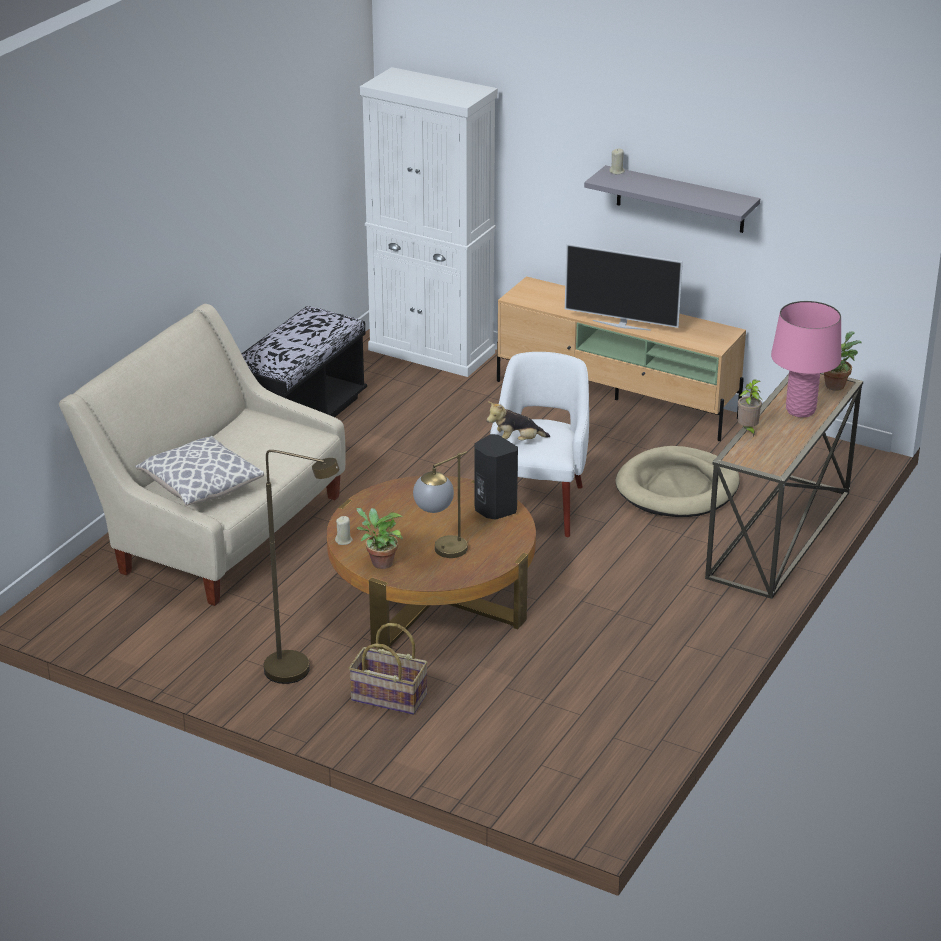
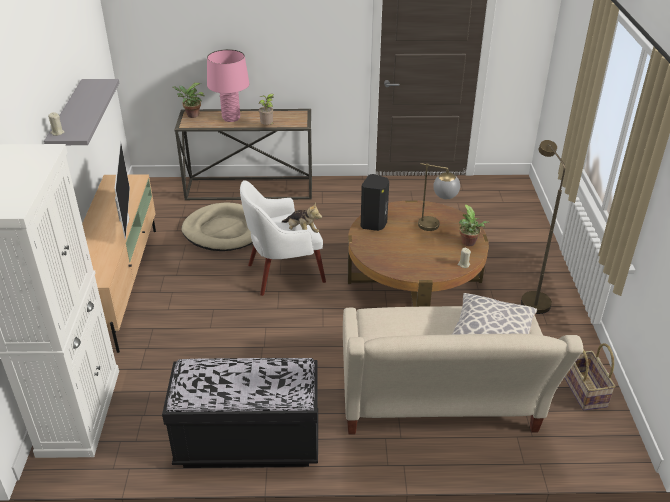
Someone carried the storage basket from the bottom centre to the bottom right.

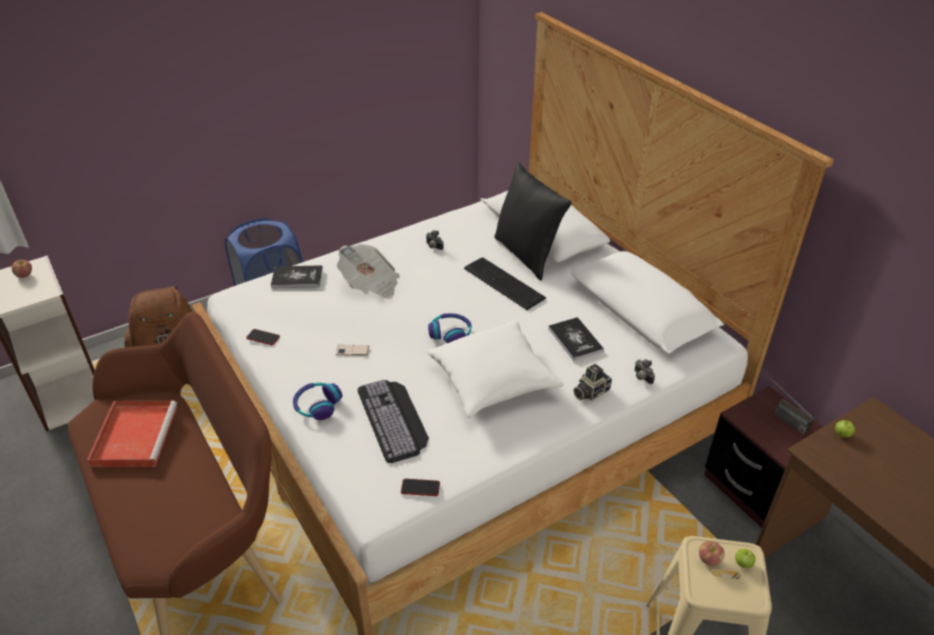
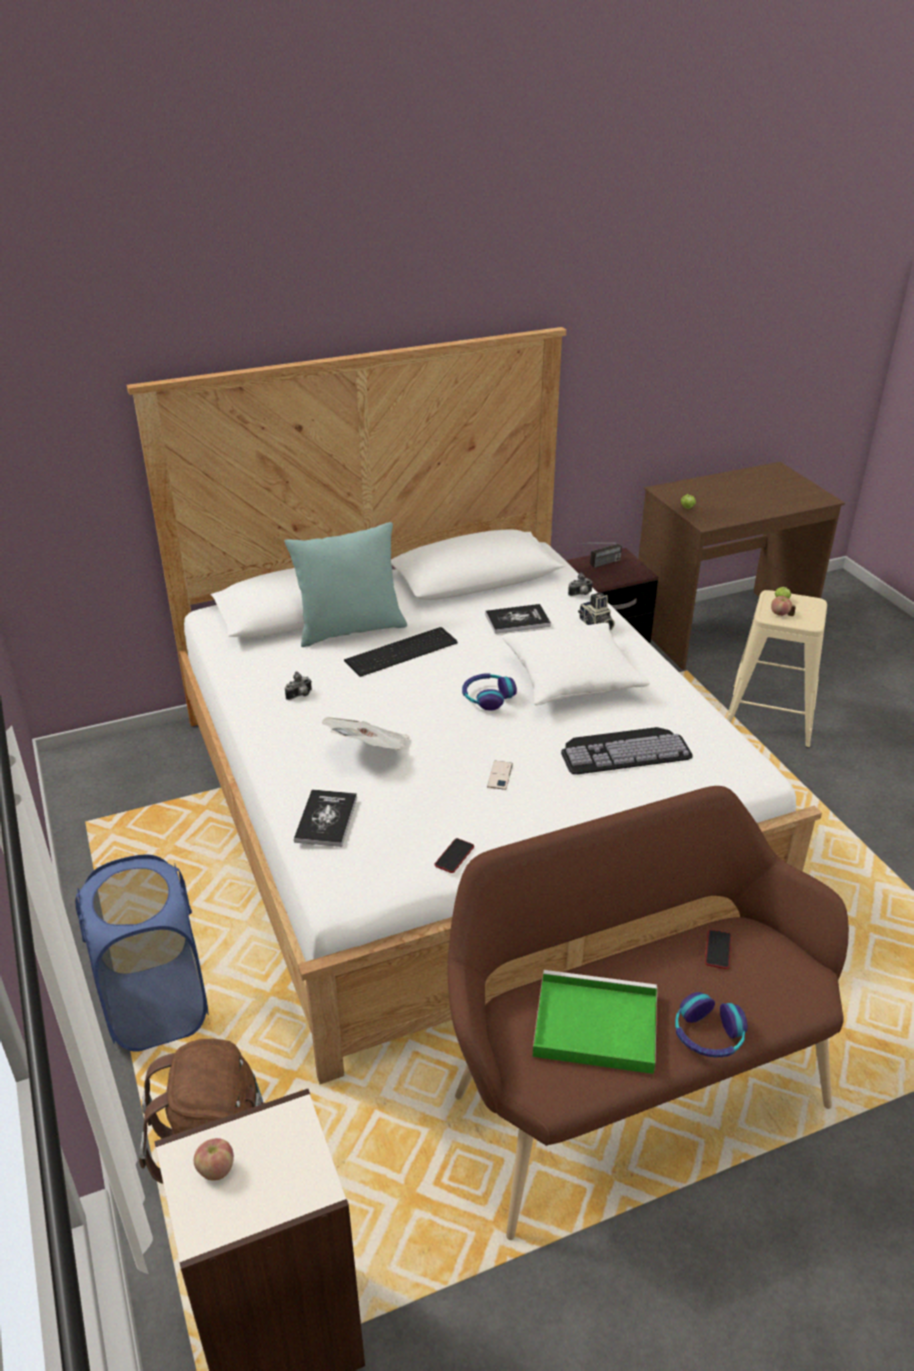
Someone repainted the tray (red) at the bottom left, which became the tray (green-coloured) at the bottom centre.
Someone carried the pair of headphones (no. 1 from left in the first image) from the centre to the bottom right.
Someone carried the phone (no. 3 from left) from the bottom centre to the bottom right.
Someone repainted the pillow (black-coloured) at the centre, which became the pillow (blue-green) at the centre.

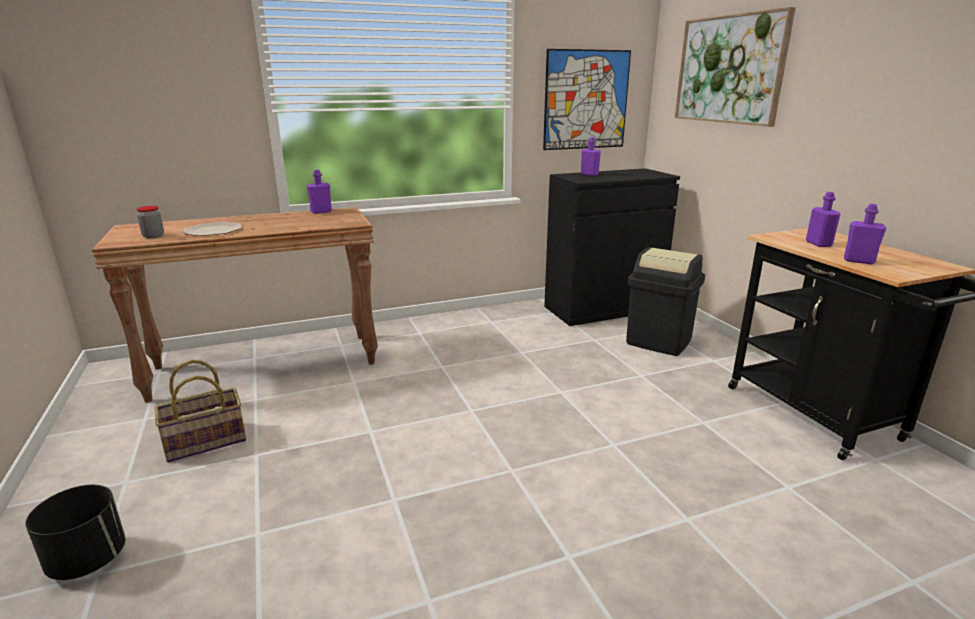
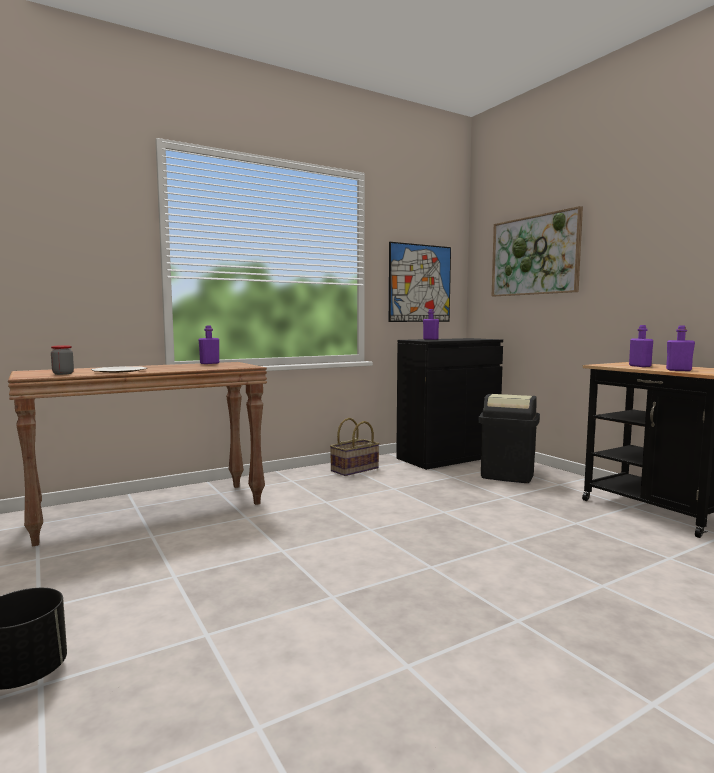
Someone carried the storage basket from the middle left to the centre.

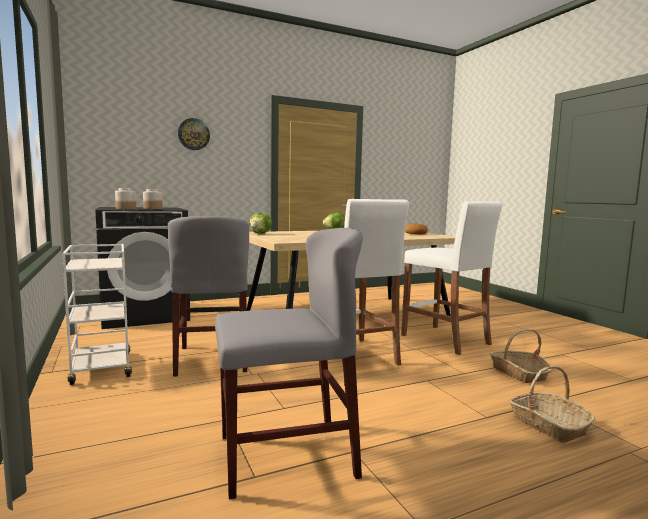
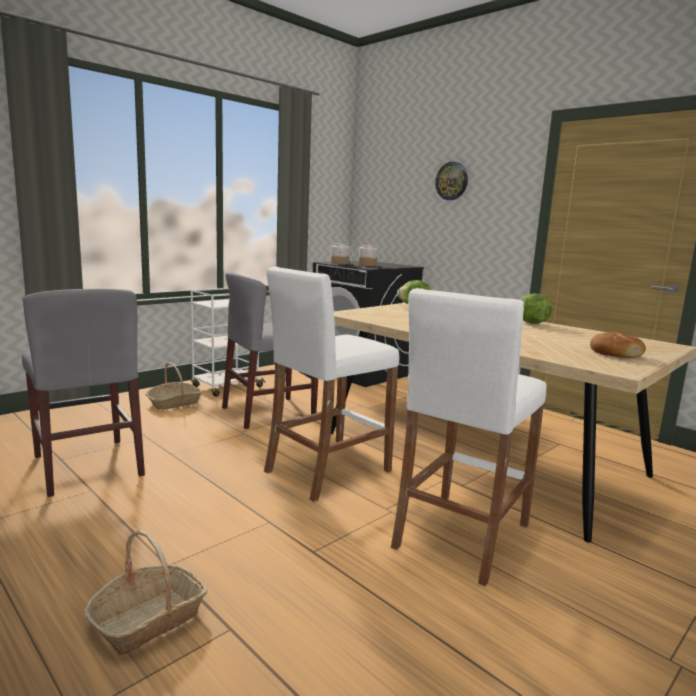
Someone carried the storage basket (no. 1 from left in the first image) from the bottom right to the middle left.

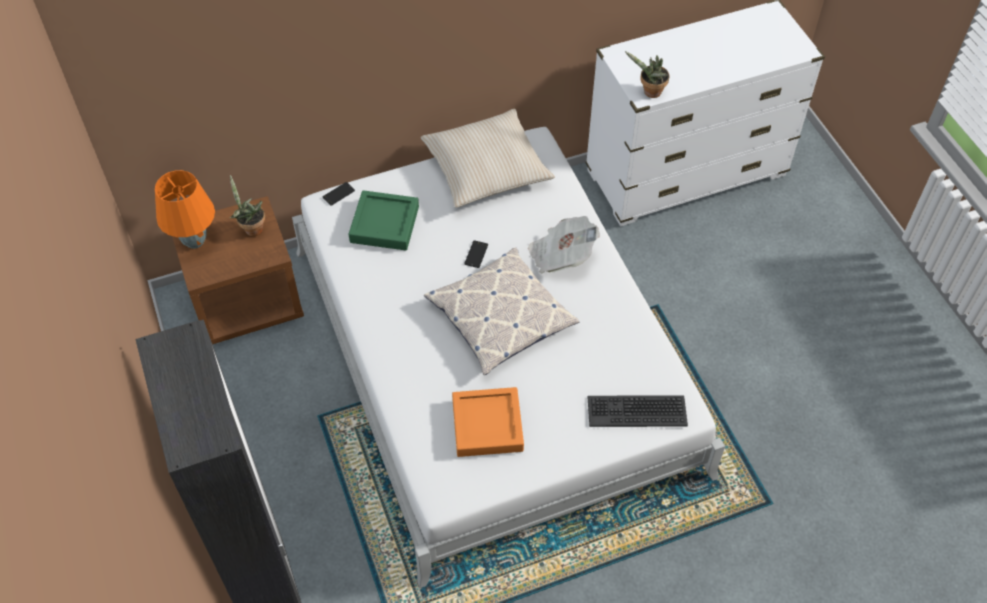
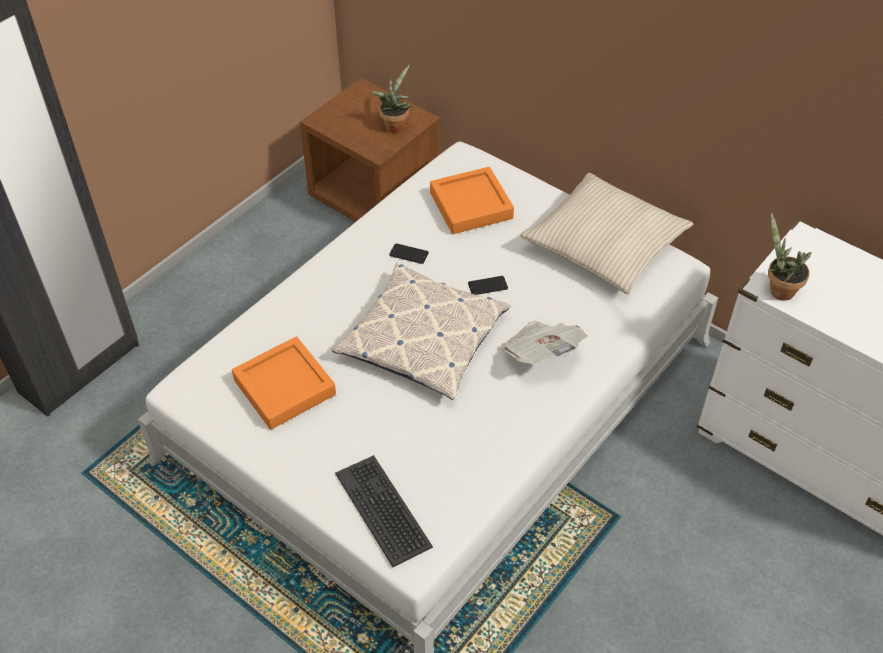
Someone took away the table lamp (orange) at the middle left.
Someone carried the phone (no. 1 from left) from the top centre to the centre.
Someone repainted the tray (green-coloured) at the centre, which became the tray (orange) (no. 2 from left) at the top centre.

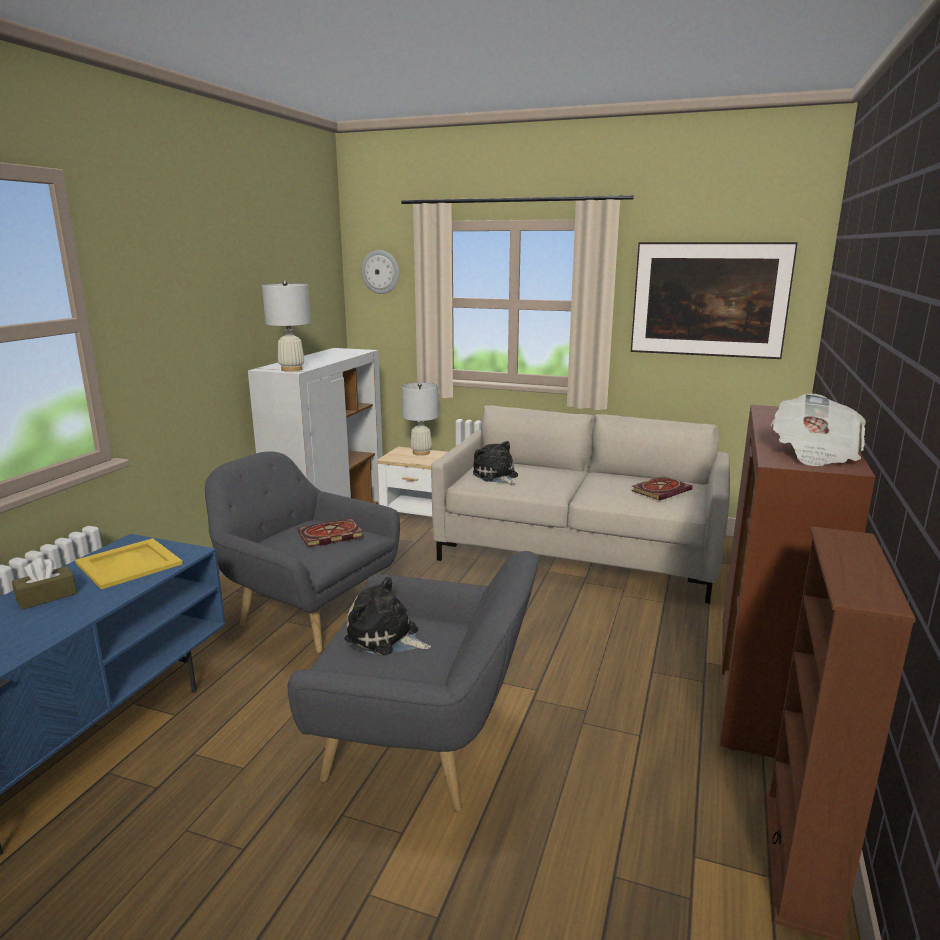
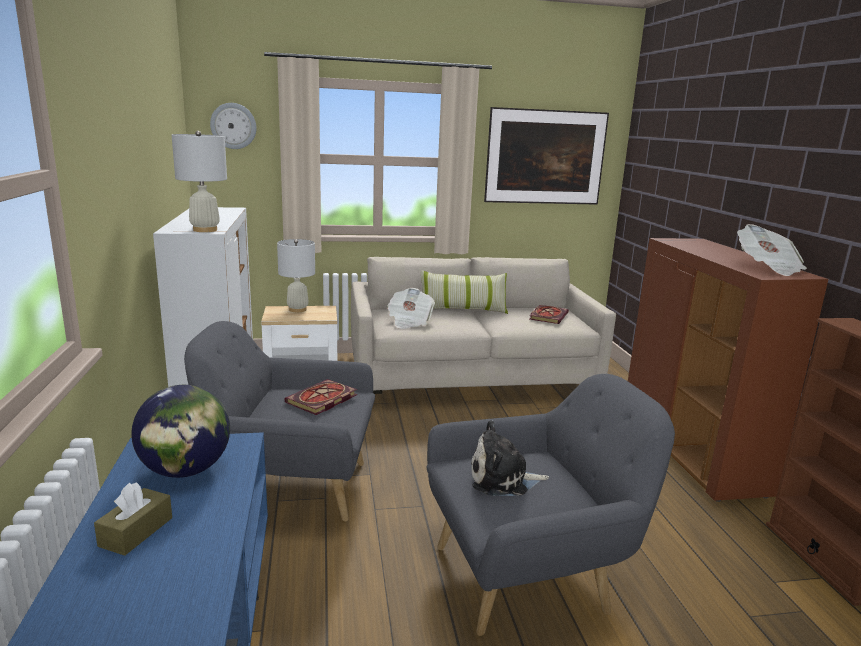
Someone swapped the tray (yellow) at the middle left for the desk globe at the bottom left.
Someone swapped the soft toy (no. 2 from left) at the centre for the newspaper (no. 1 from left) at the centre.
Someone put down the pillow at the centre.

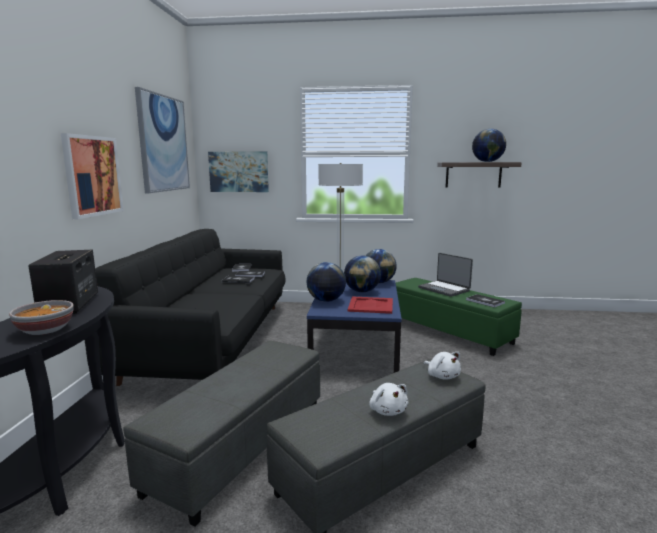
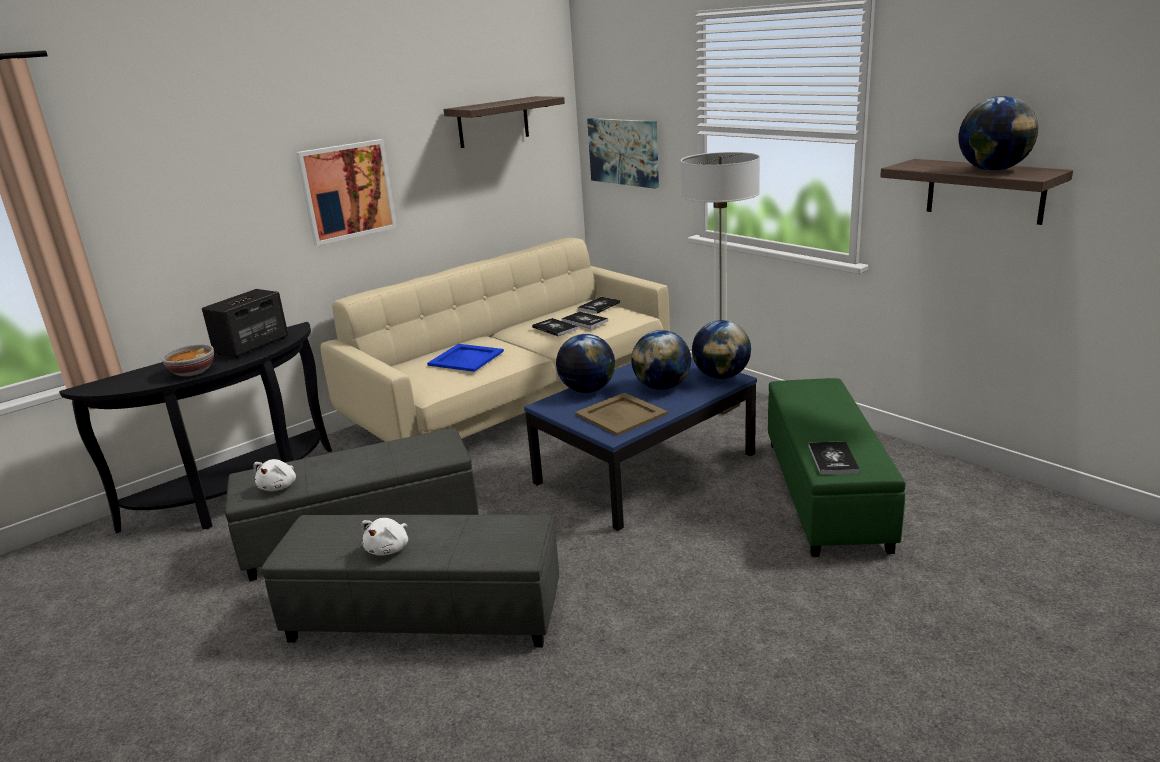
Someone repainted the settee (black-coloured) at the middle left, which became the settee (beige) at the centre.
Someone swapped the picture (no. 2 from left) at the top left for the shelf (no. 1 from left) at the top centre.
Someone repainted the tray (red) at the centre, which became the tray (beige) at the centre.
Someone took away the notebook computer at the middle right.
Someone carried the soft toy (white-coloured) (no. 2 from left in the first image) from the bottom right to the middle left.
Someone put down the tray (bluish) at the centre.

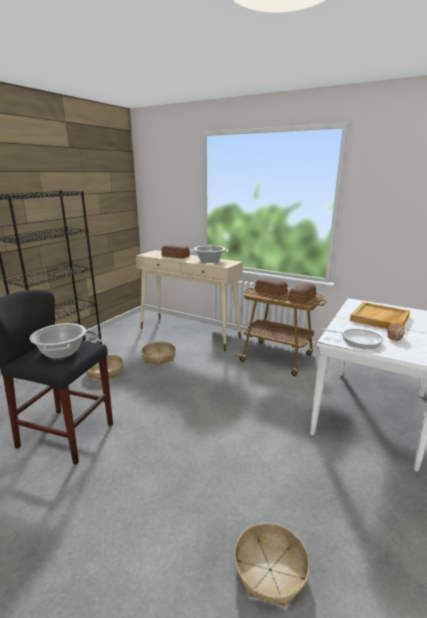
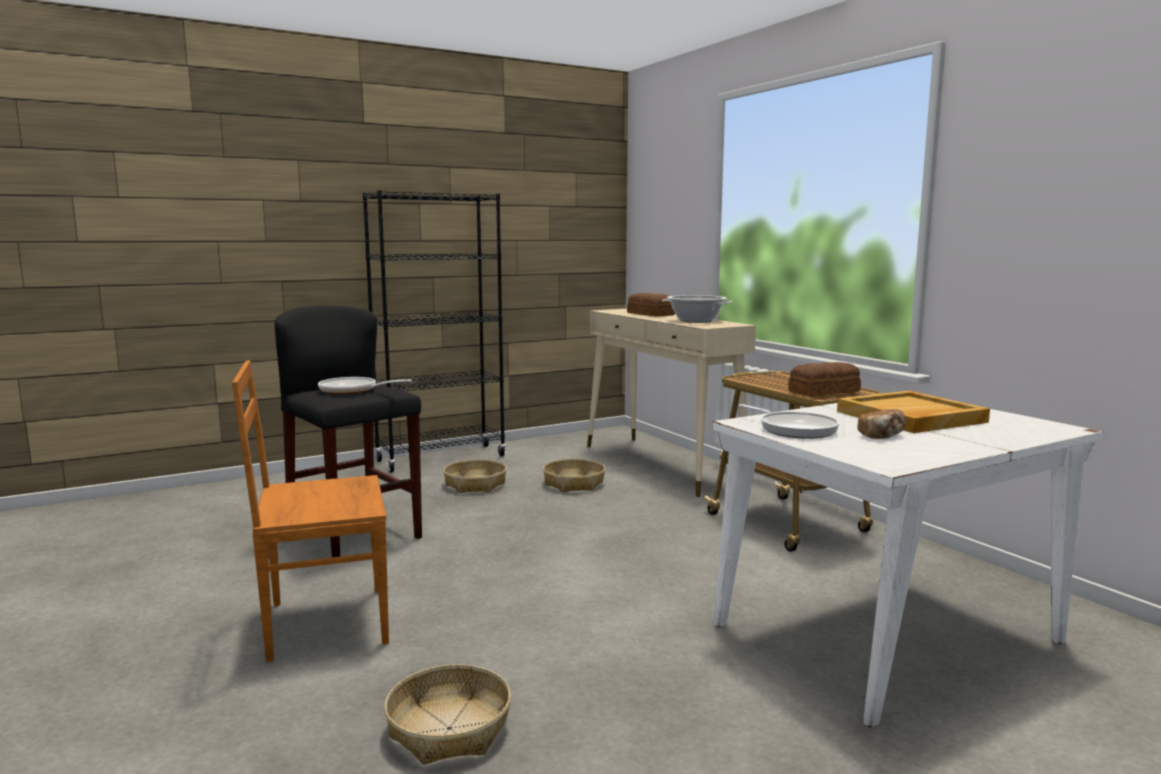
Someone swapped the stockpot (no. 1 from left) at the middle left for the pan (no. 1 from left) at the middle left.
Someone took away the baked bread (no. 2 from left) at the centre.
Someone put down the plain chair (brownish) at the middle left.

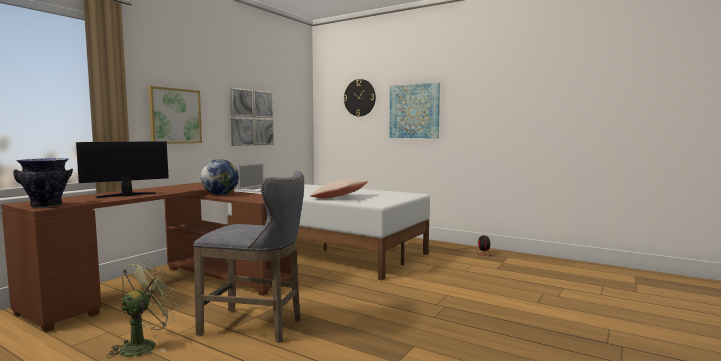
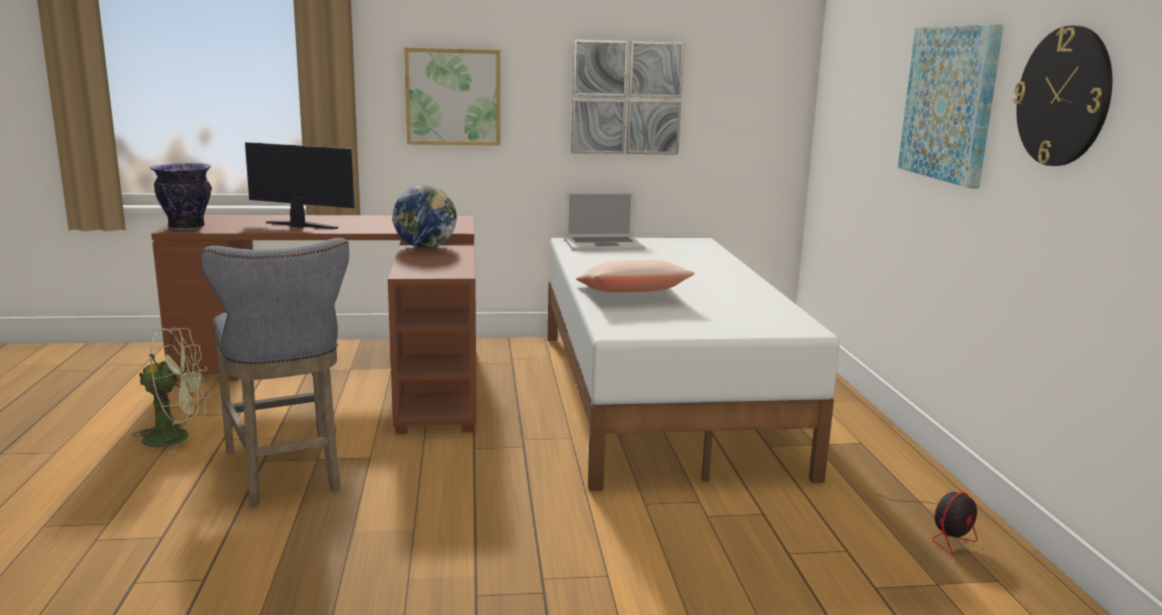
Someone carried the wall clock from the top centre to the top right.

